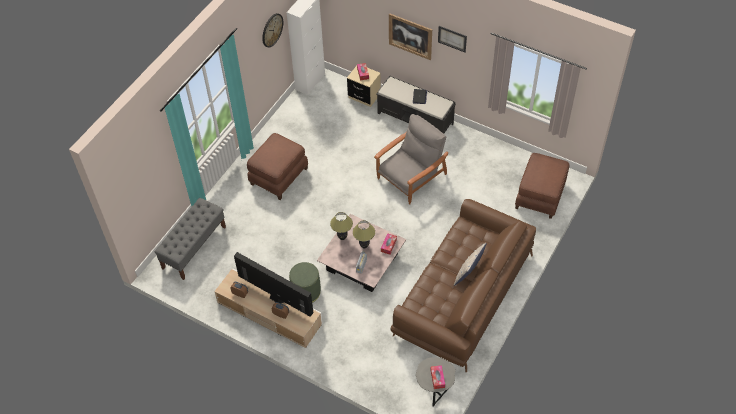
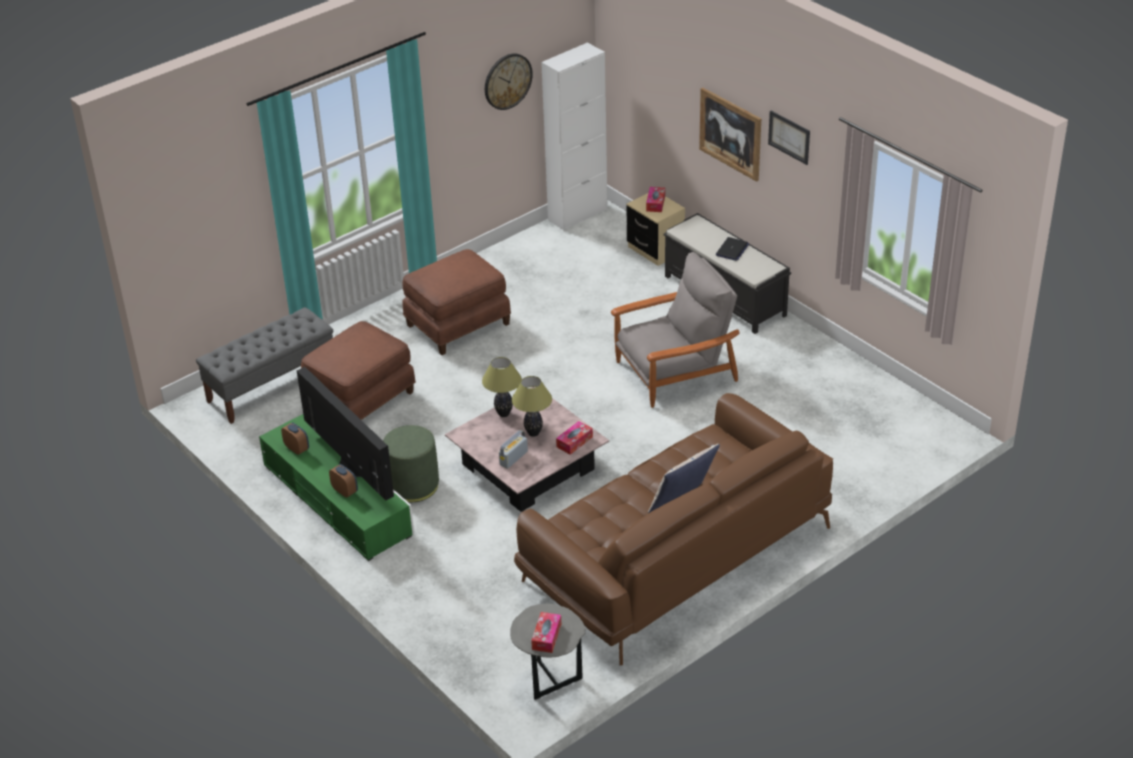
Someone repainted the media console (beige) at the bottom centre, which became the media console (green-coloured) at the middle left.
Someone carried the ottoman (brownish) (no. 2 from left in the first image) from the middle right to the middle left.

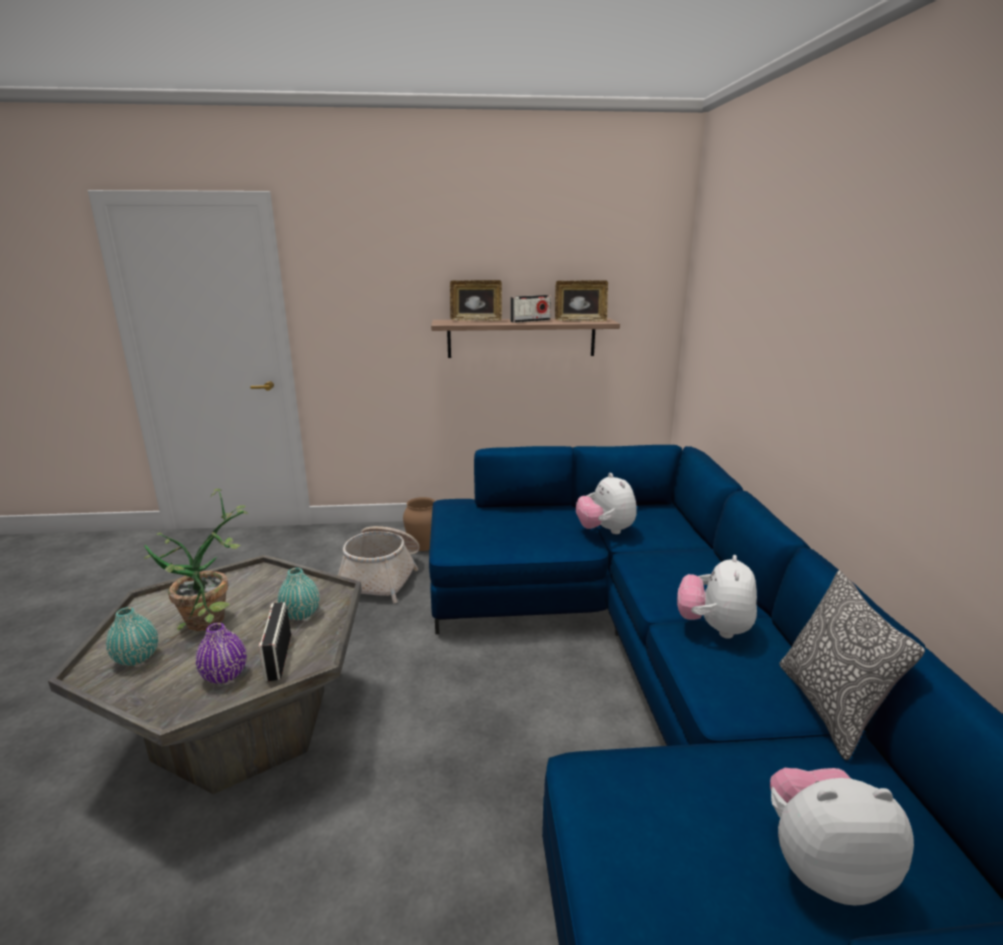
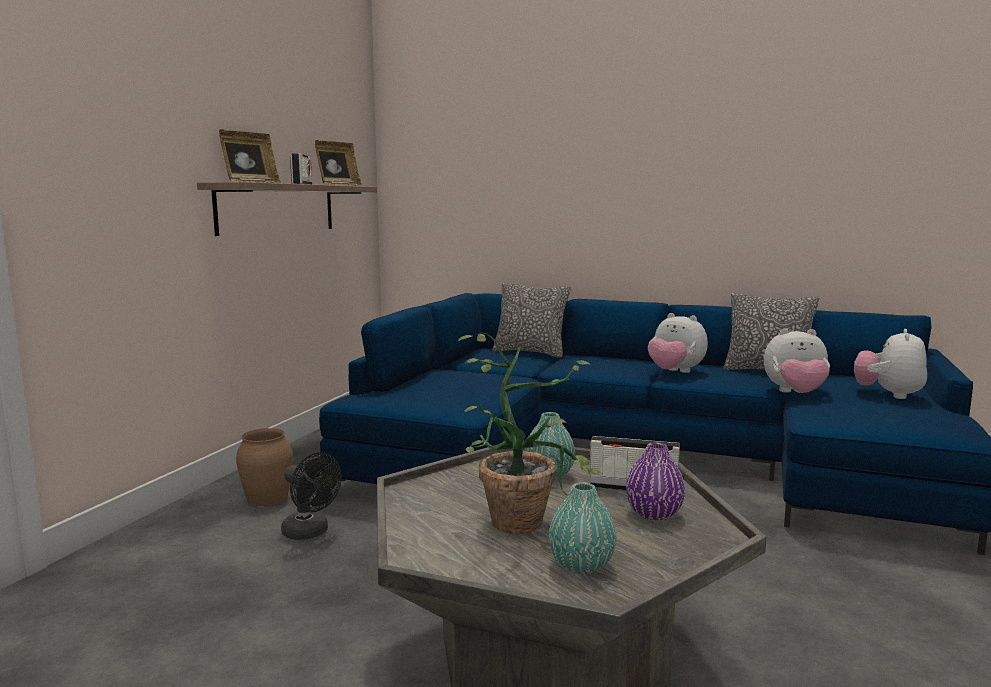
Someone swapped the storage basket at the centre for the cooling fan (black-coloured) at the bottom left.
Someone carried the soft toy (no. 1 from left in the first image) from the centre to the middle right.
Someone put down the pillow (no. 1 from left) at the centre.

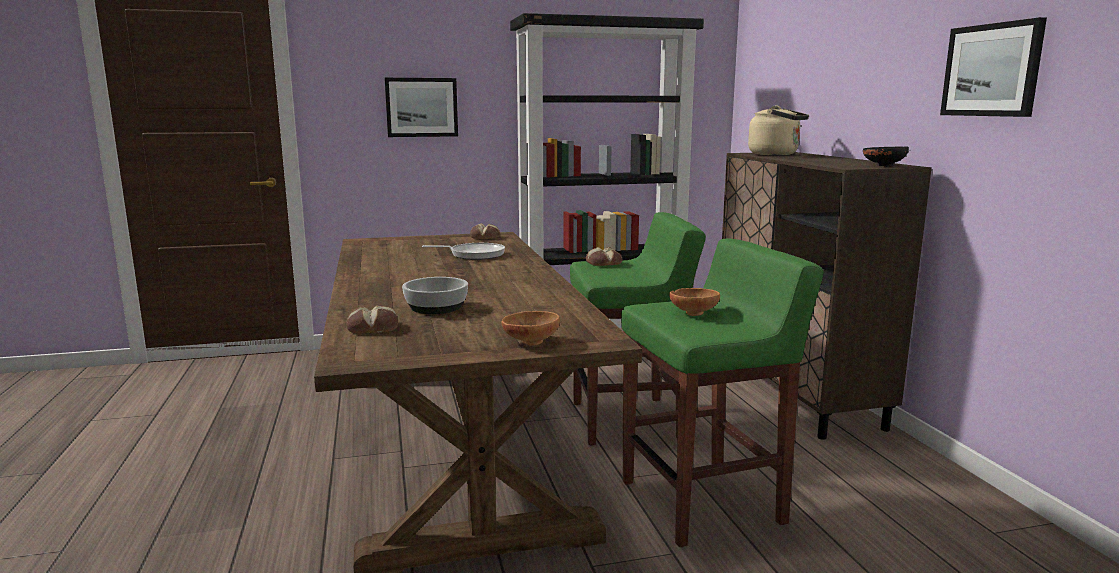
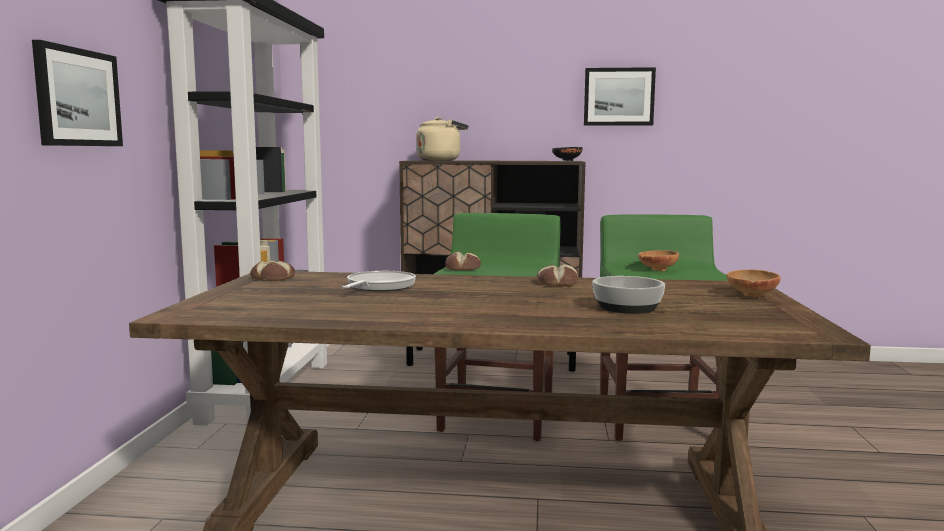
Someone carried the baked bread (no. 1 from left in the first image) from the middle left to the centre.

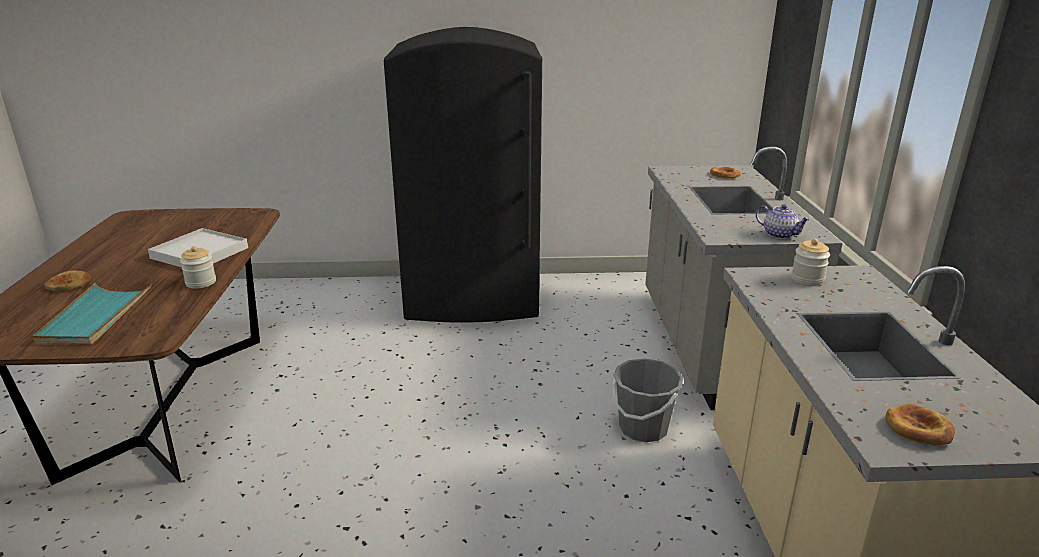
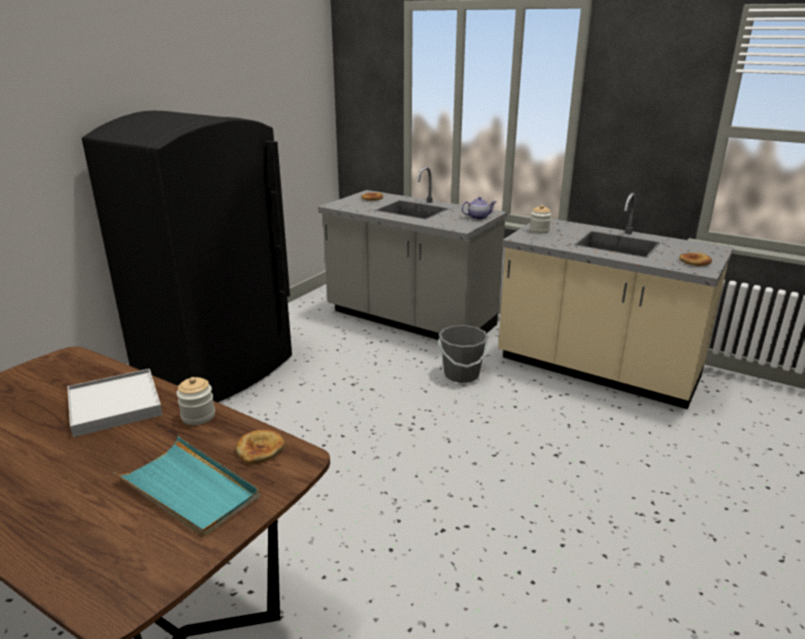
Someone carried the baked bread (no. 1 from left) from the middle left to the bottom left.

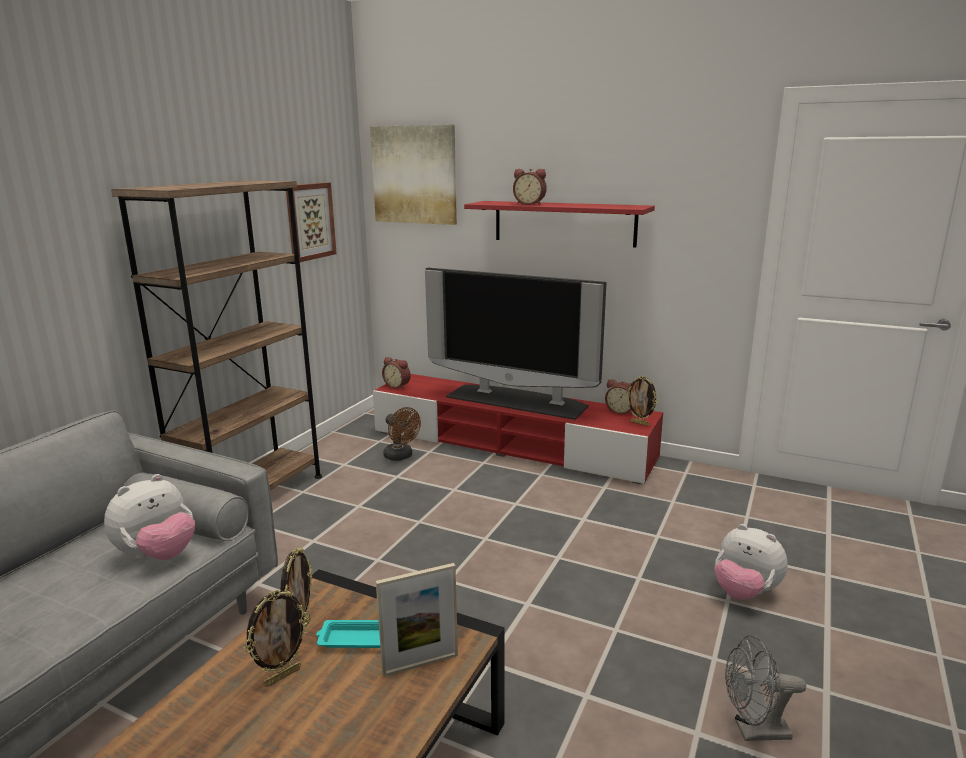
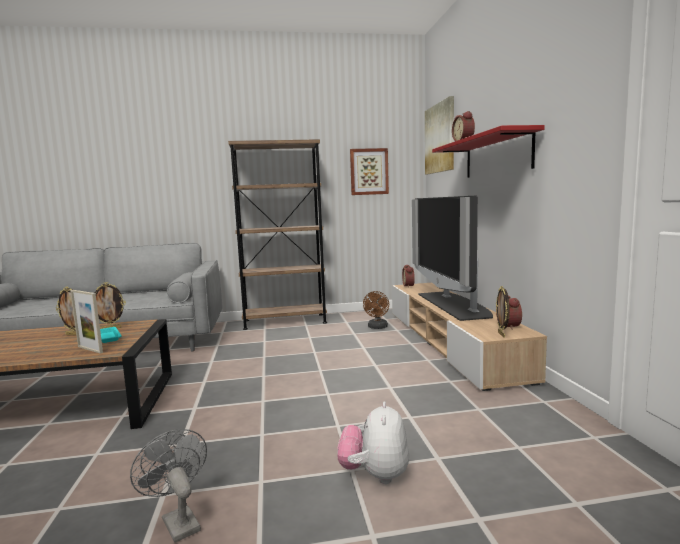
Someone took away the soft toy (no. 1 from left) at the bottom left.
Someone repainted the media console (red) at the centre, which became the media console (beige) at the middle right.

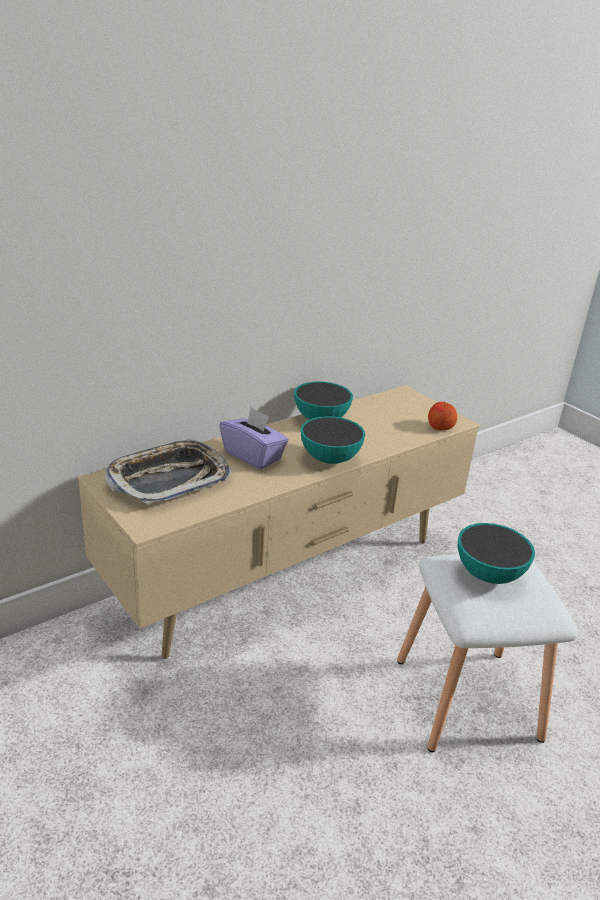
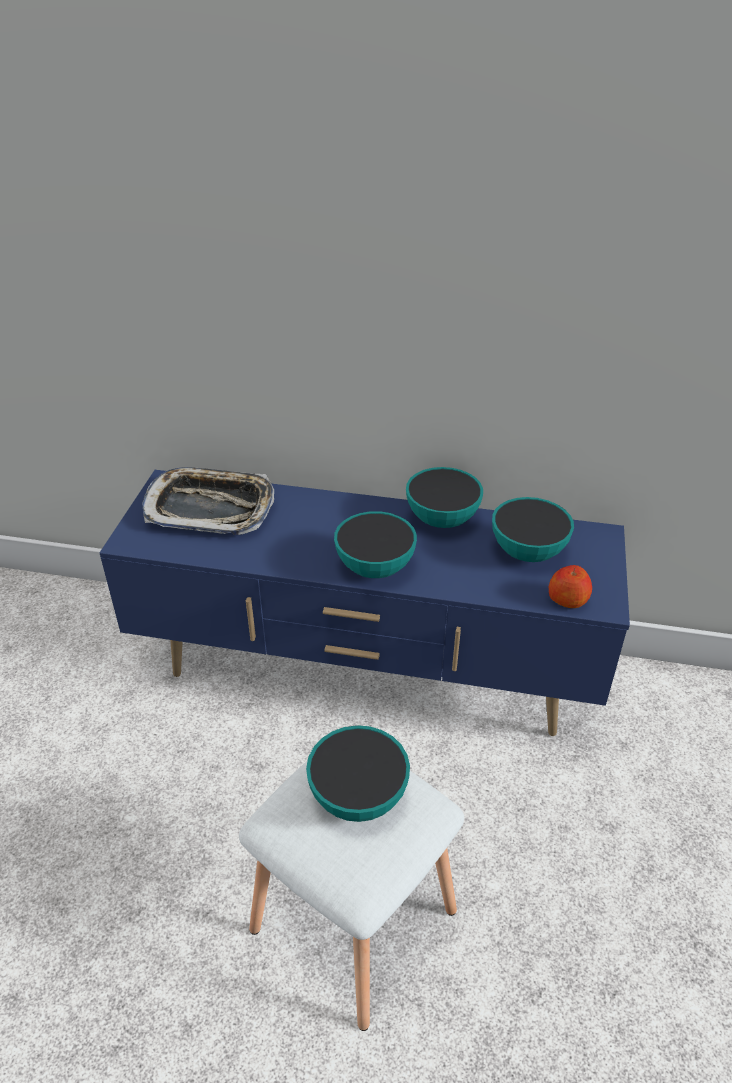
Someone repainted the media console (beige) at the centre, which became the media console (bluish) at the centre.
Someone took away the tissue holder (purplish) at the centre.
Someone put down the bowl (no. 4 from left) at the middle right.

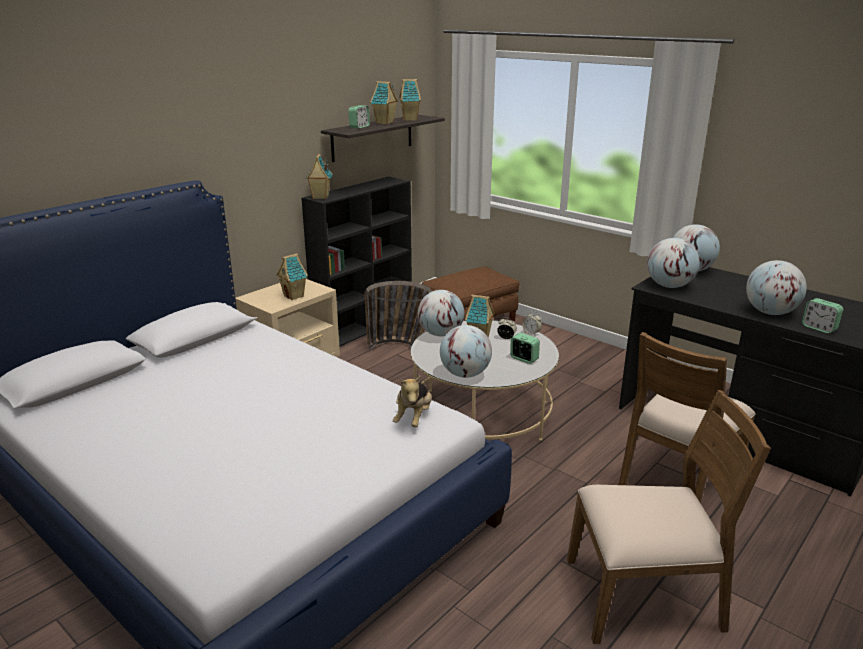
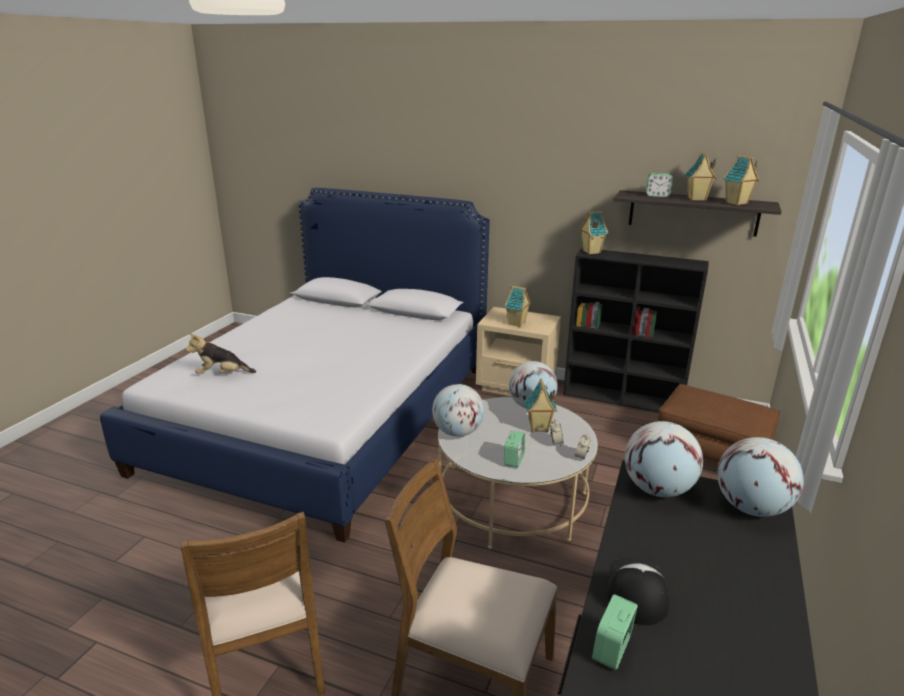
Someone took away the storage basket at the centre.
Someone carried the soft toy from the centre to the middle left.
Someone swapped the desk globe (no. 5 from left) at the middle right for the peaked cap at the bottom right.

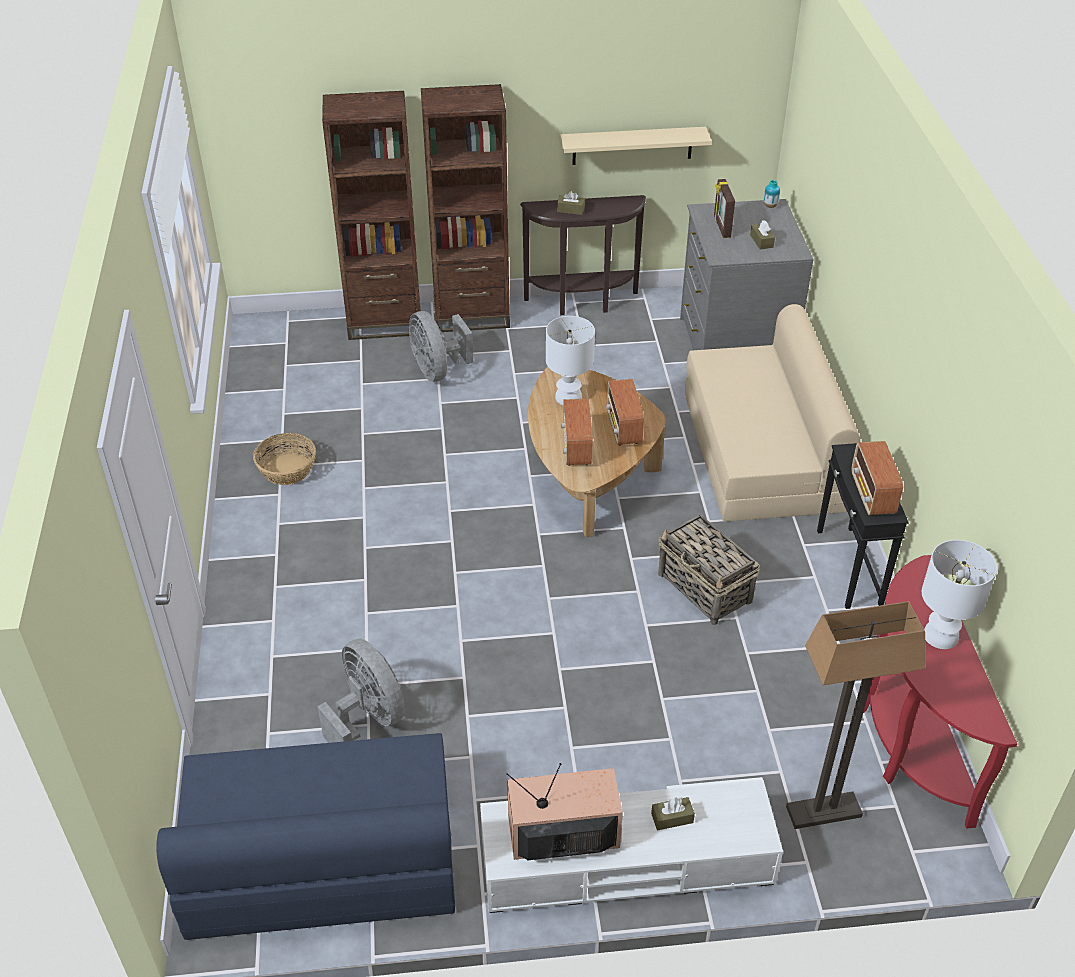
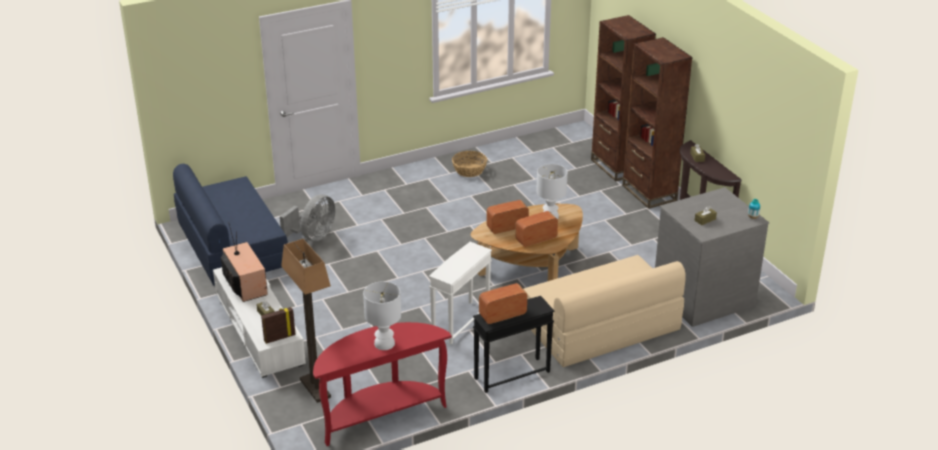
Someone took away the cooling fan (grey) (no. 2 from left) at the centre.
Someone took away the shelf (beige) at the top centre.
Someone swapped the storage basket (no. 2 from left) at the centre for the side table (white-coloured) at the centre.
Someone carried the standing frame from the top right to the bottom left.

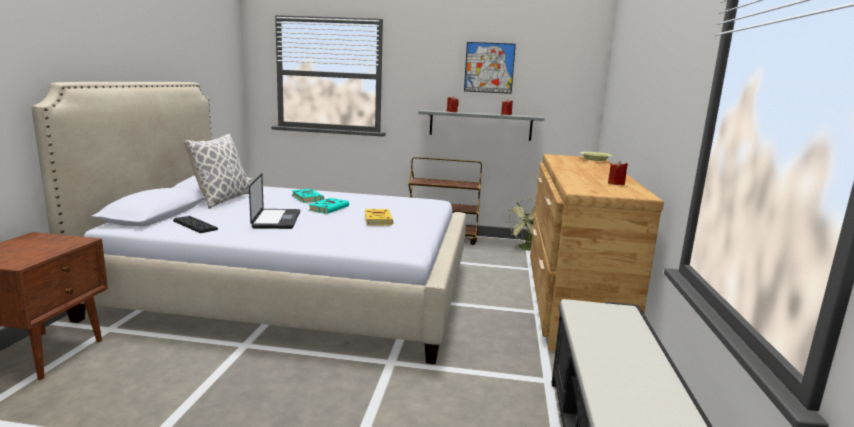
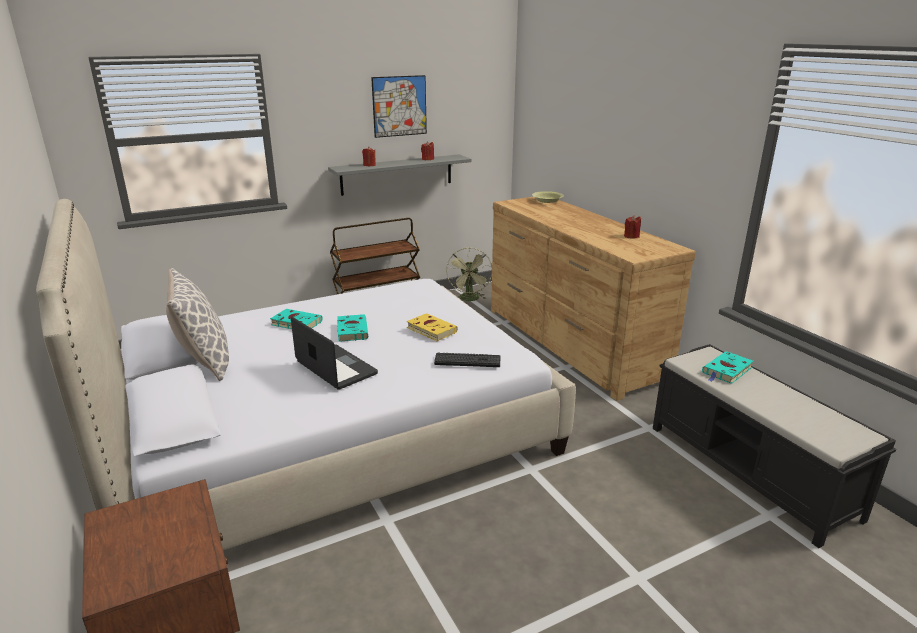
Someone carried the keyboard from the middle left to the centre.
Someone put down the bound book (blue-green) (no. 3 from left) at the middle right.

